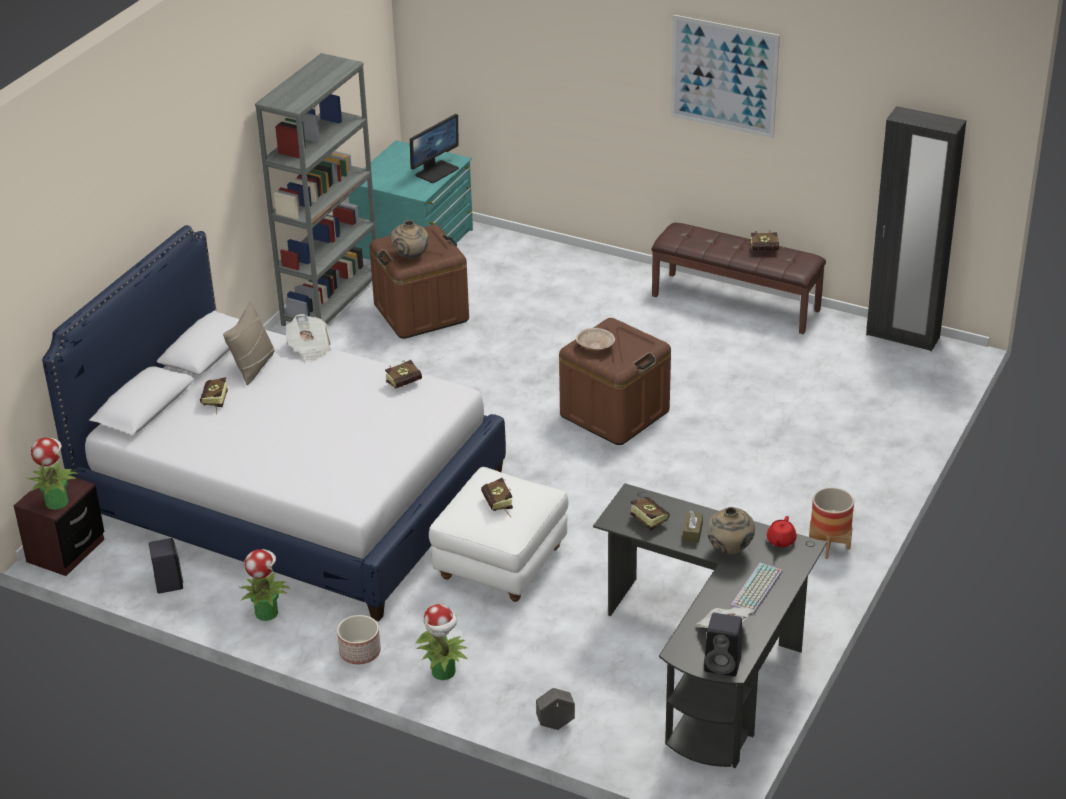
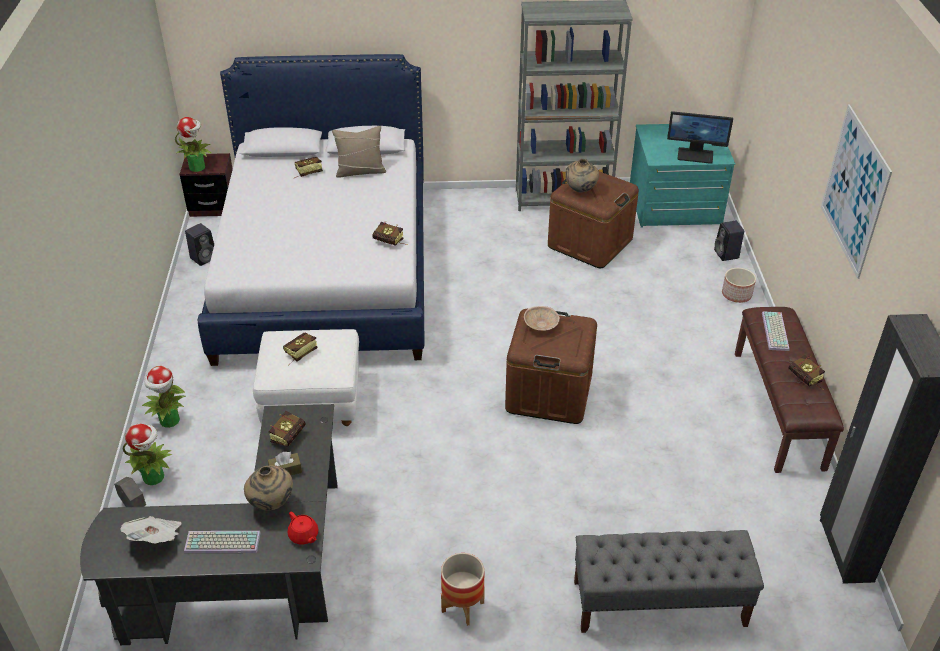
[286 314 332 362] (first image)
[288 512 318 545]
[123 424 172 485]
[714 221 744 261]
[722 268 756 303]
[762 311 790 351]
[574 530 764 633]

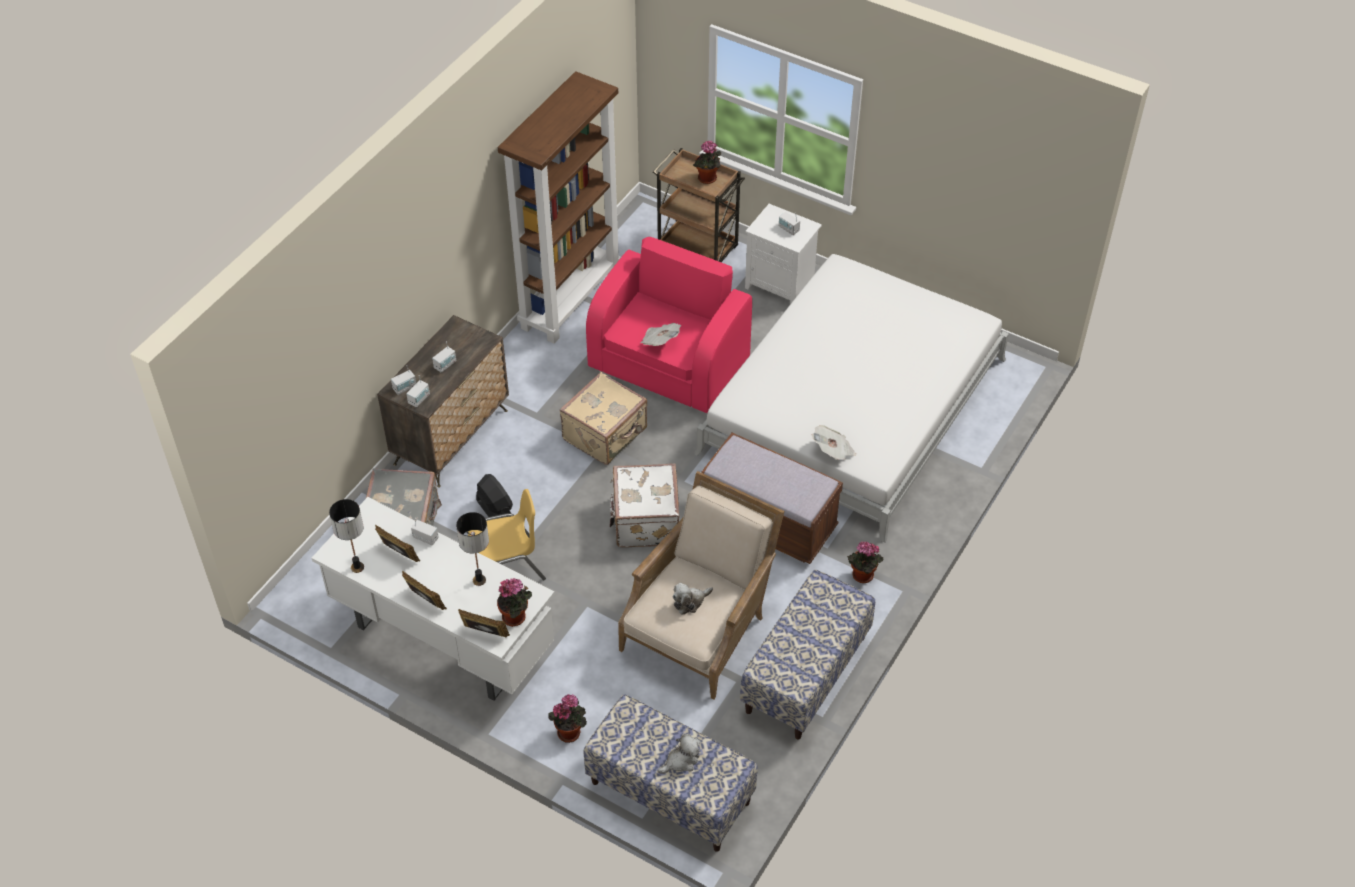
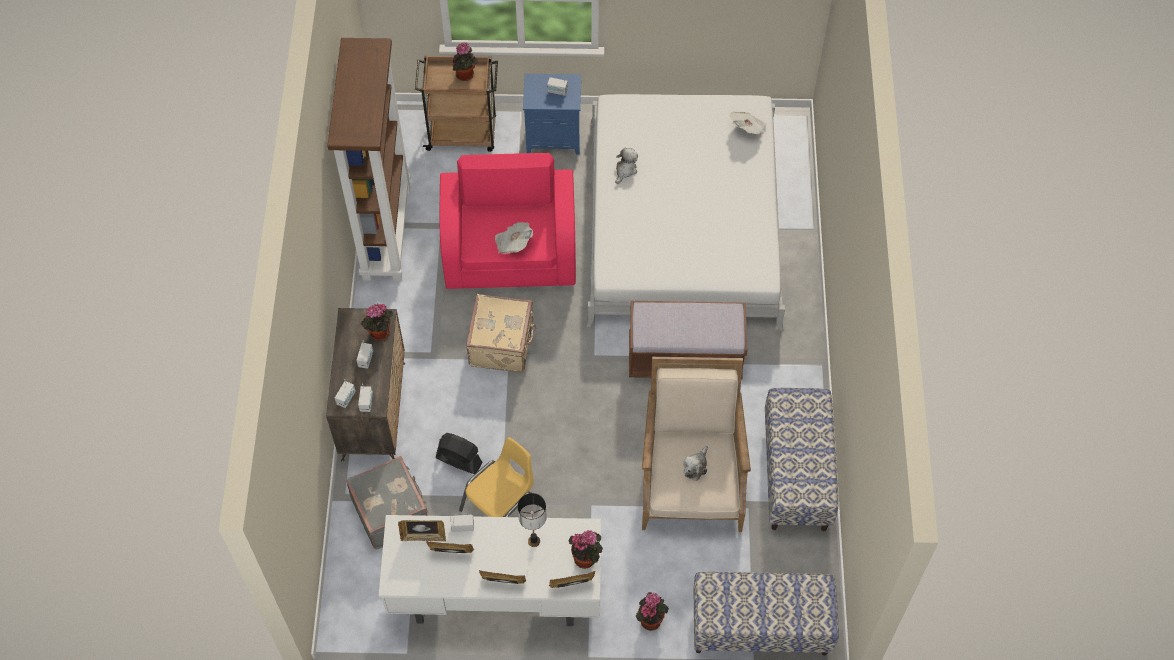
[523 74 581 154]
[730 112 767 135]
[610 463 679 548] (first image)
[329 499 364 573] (first image)
[361 304 393 340]
[615 148 638 184]
[398 520 446 542]

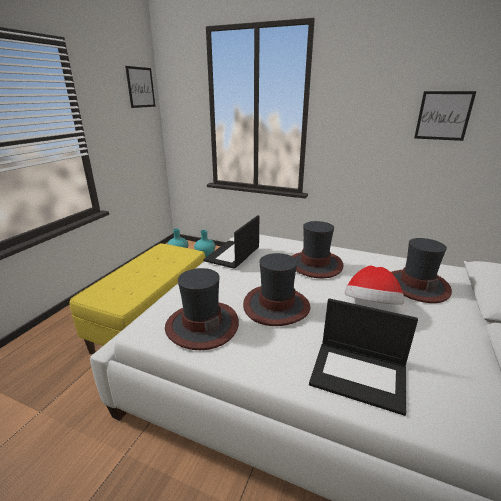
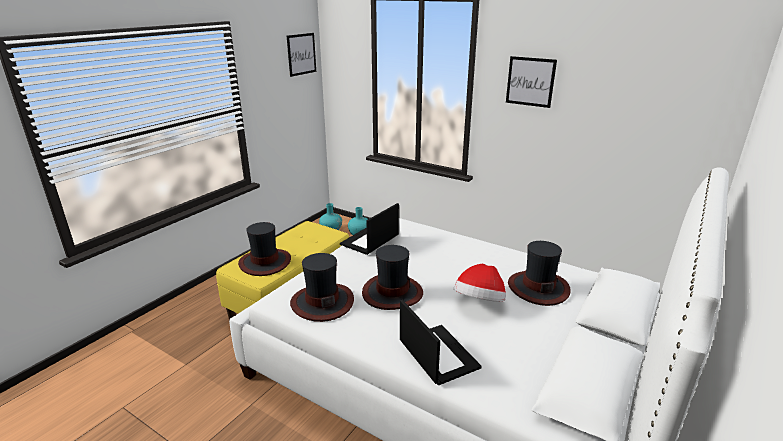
[506 56 557 108]
[238 222 291 276]
[400 300 482 385]

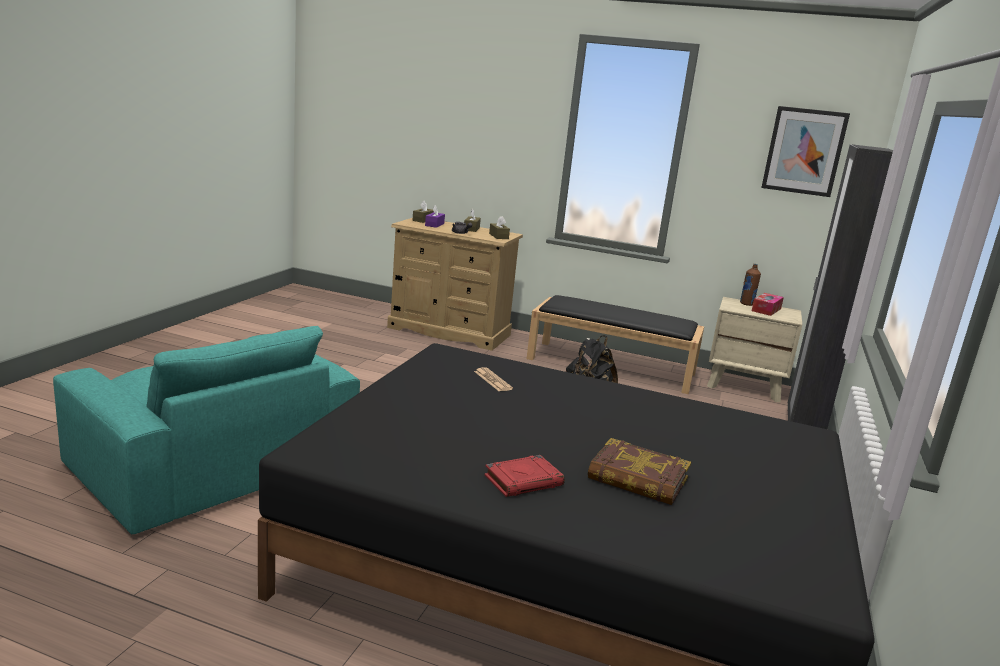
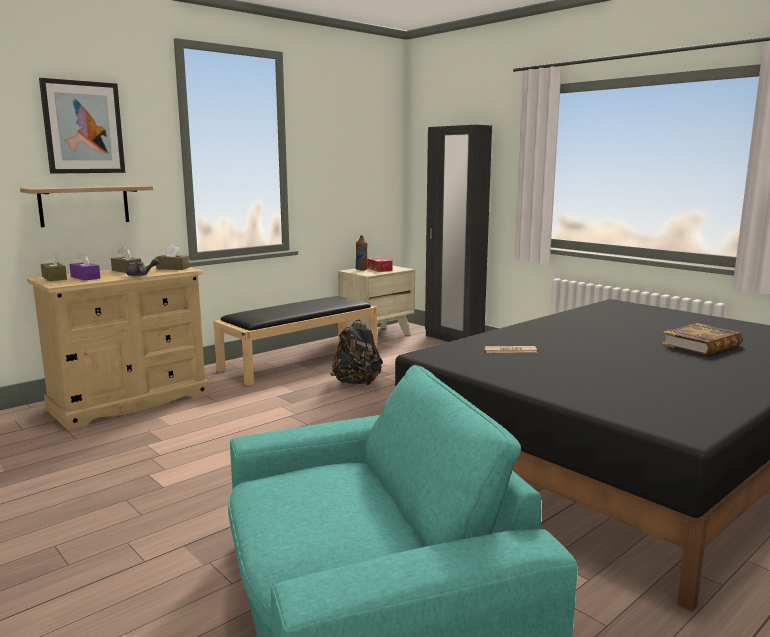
[39 78 125 174]
[484 455 565 497] (first image)
[20 185 153 227]

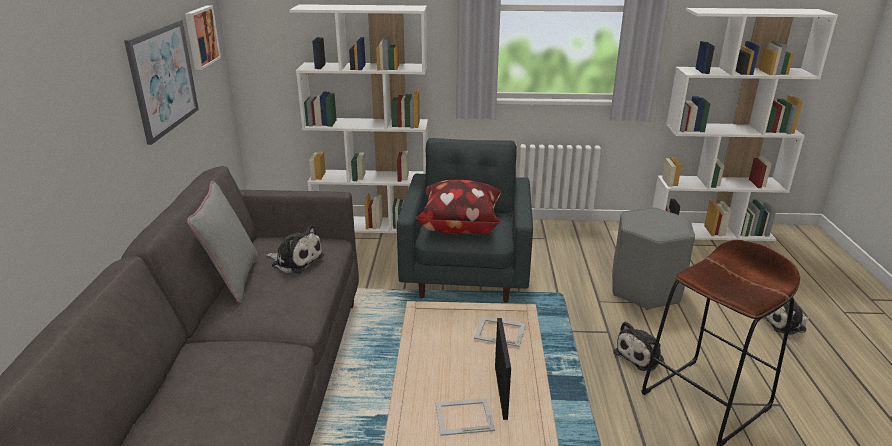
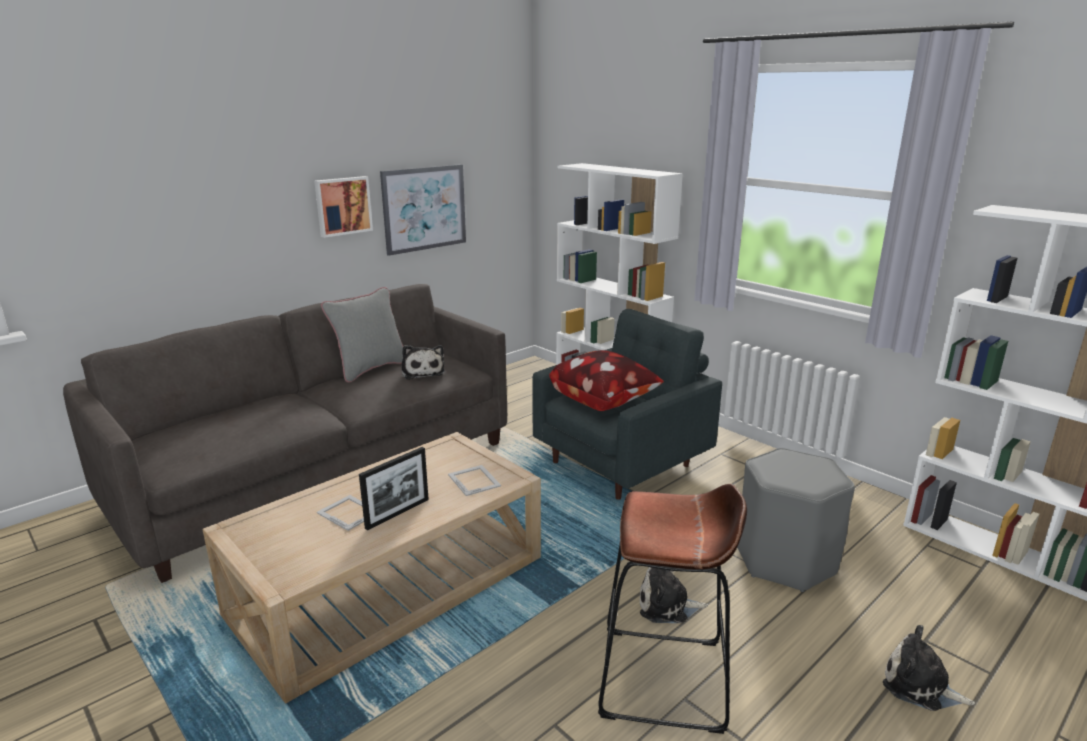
[314 176 373 238]

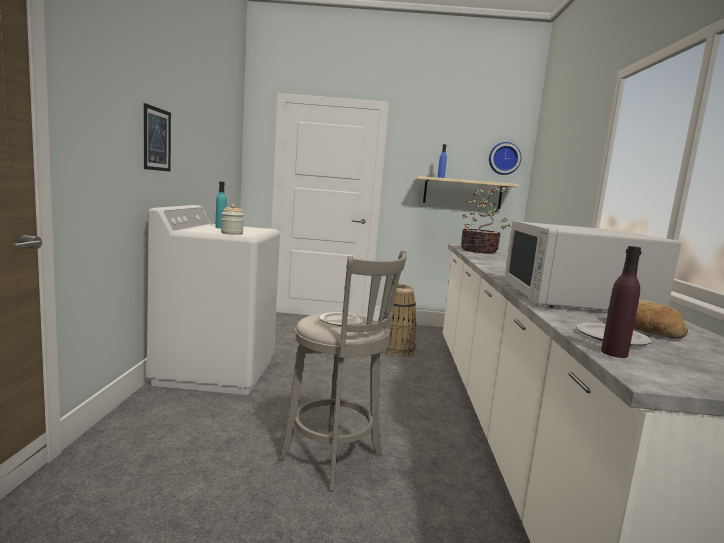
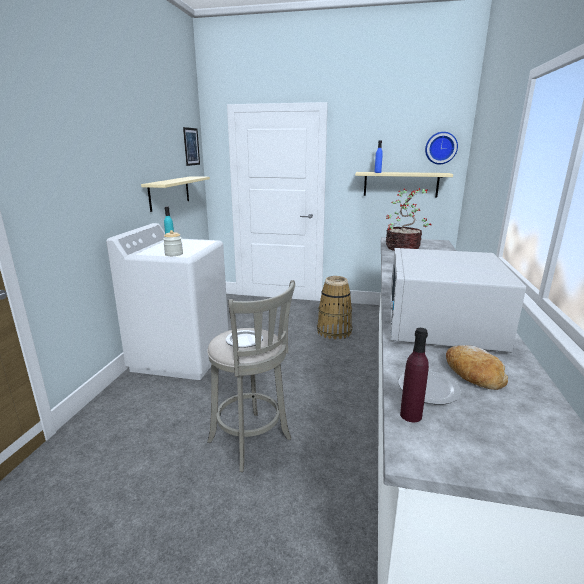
[183 127 200 166]
[141 176 210 212]

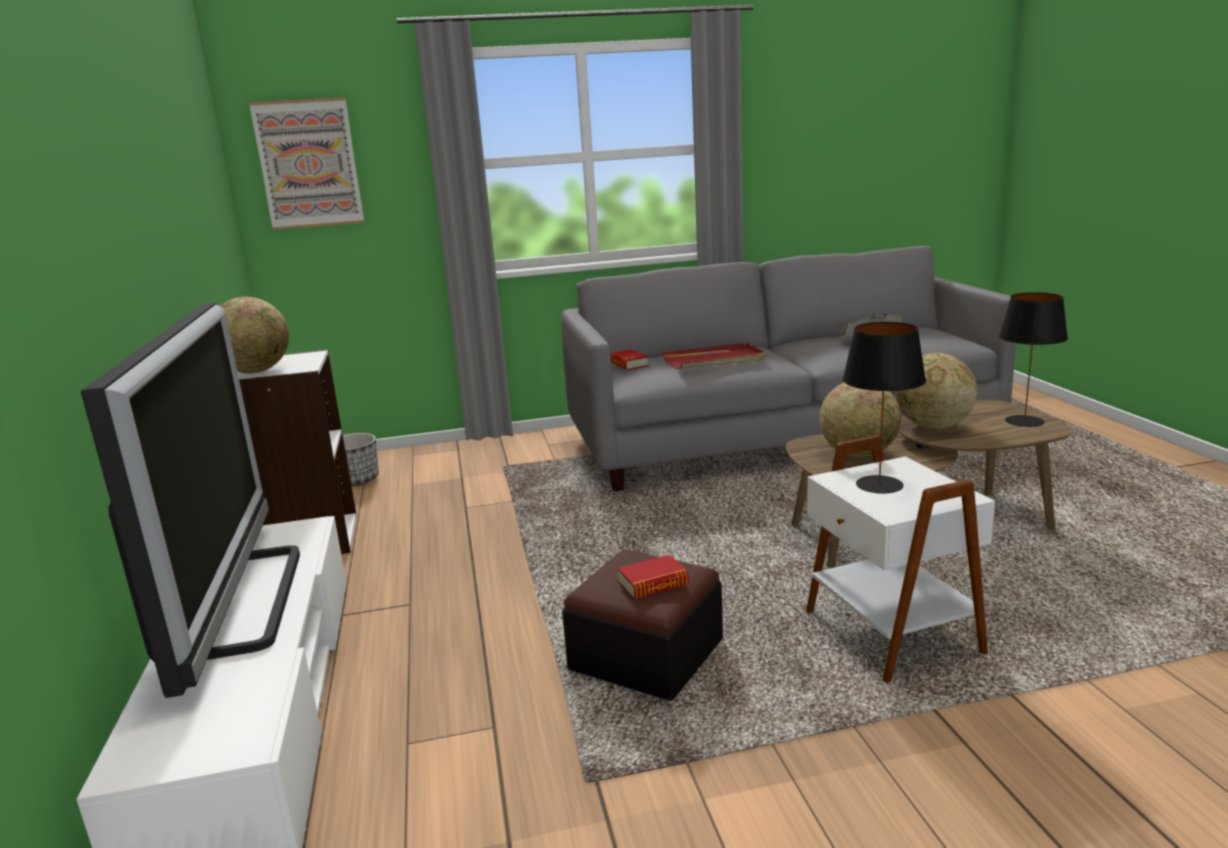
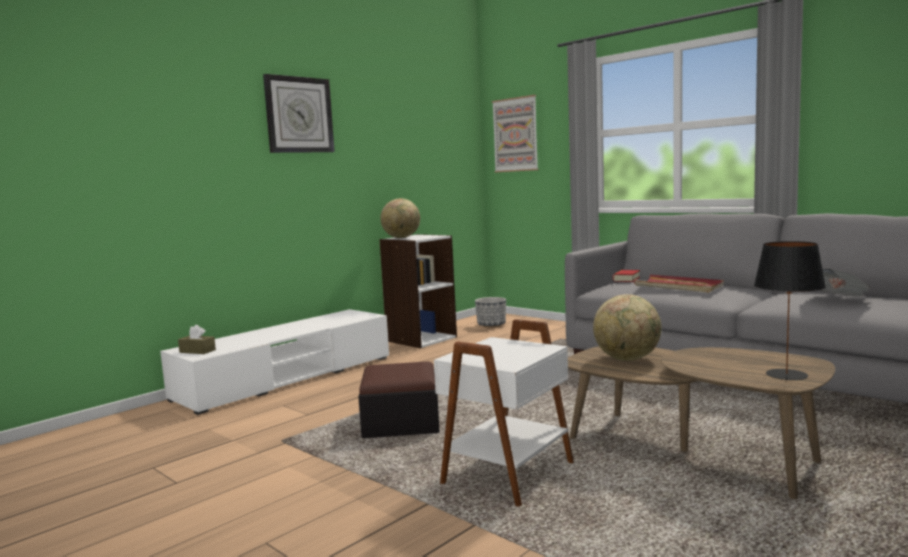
[81 303 300 698] (first image)
[842 322 926 494] (first image)
[895 353 977 429] (first image)
[617 555 689 599] (first image)
[263 74 335 153]
[178 325 216 354]

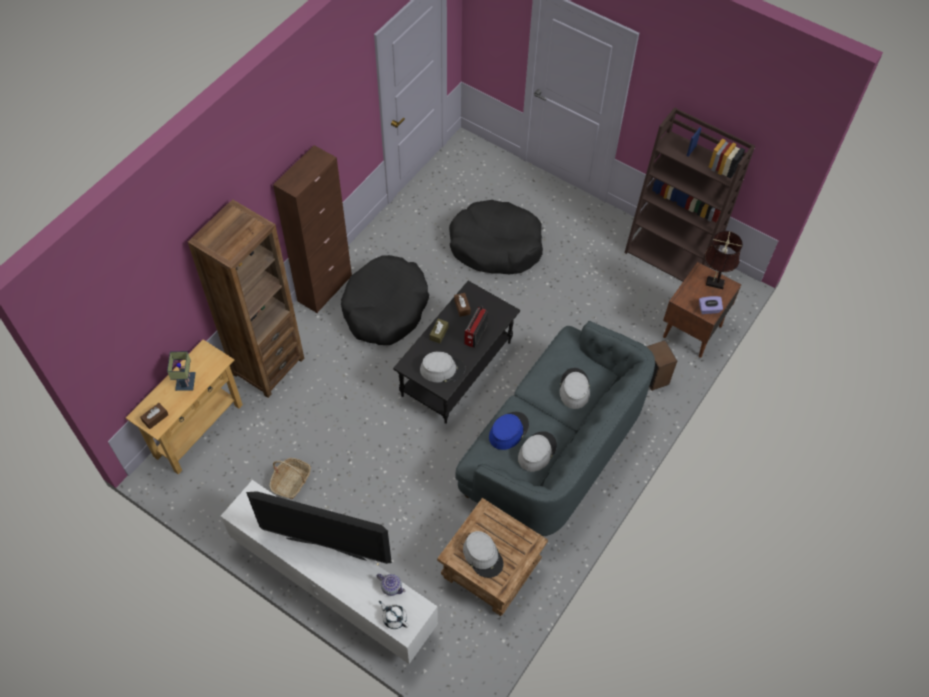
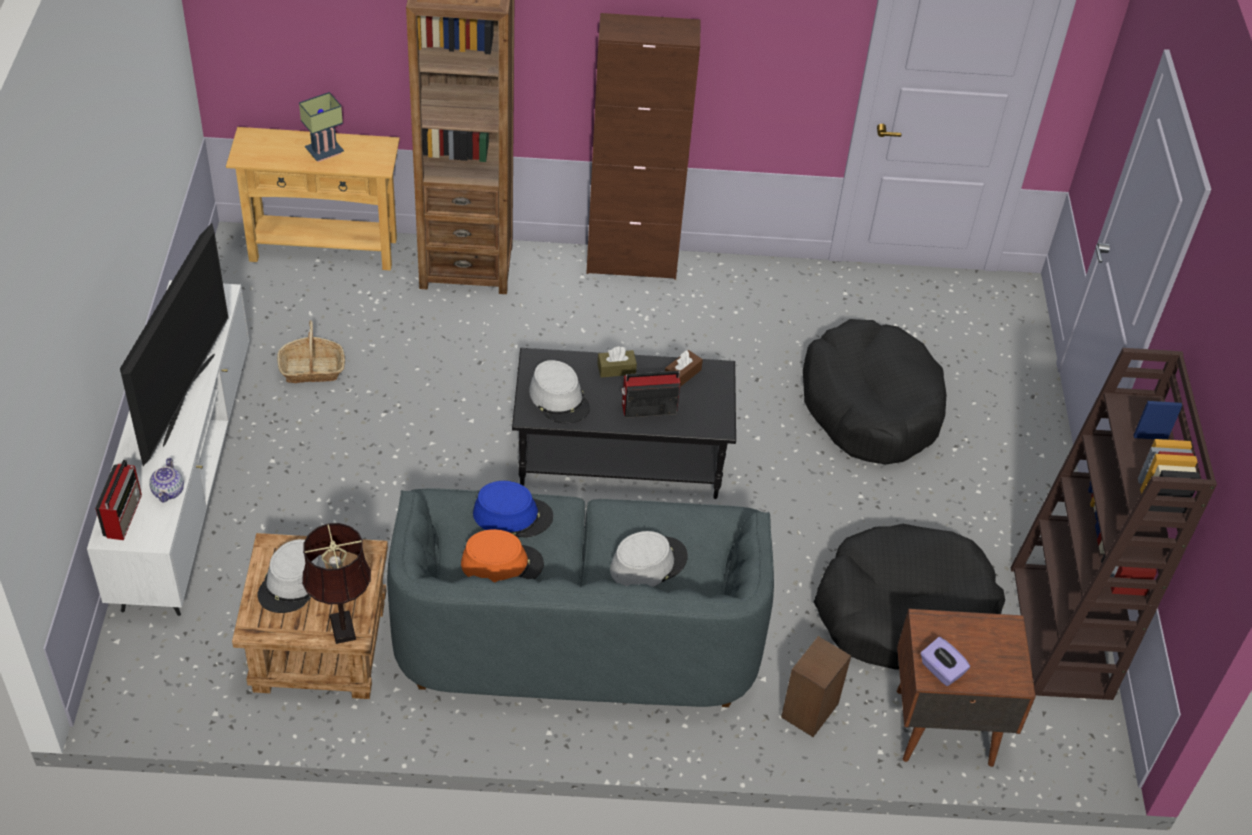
[302 523 371 644]
[813 524 1005 669]
[140 403 169 429] (first image)
[461 529 544 583]
[120 223 228 466]
[95 459 142 540]

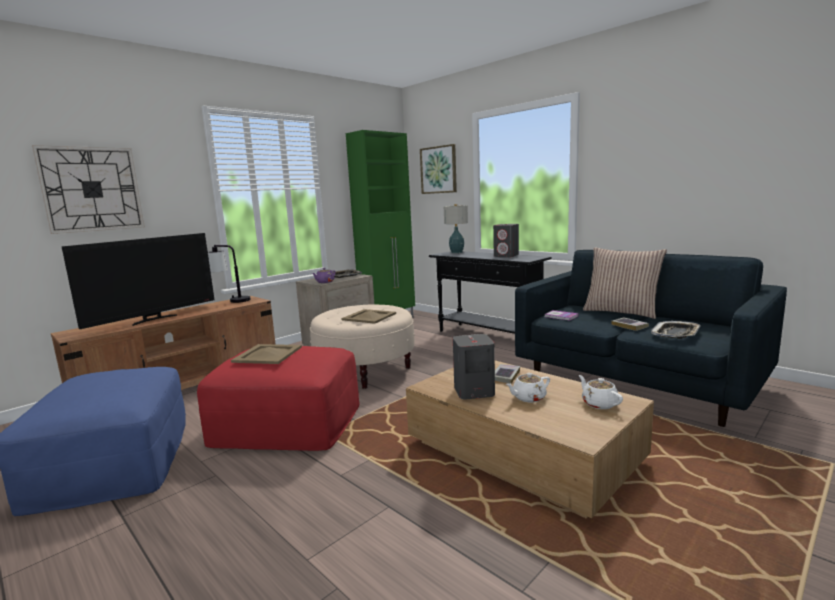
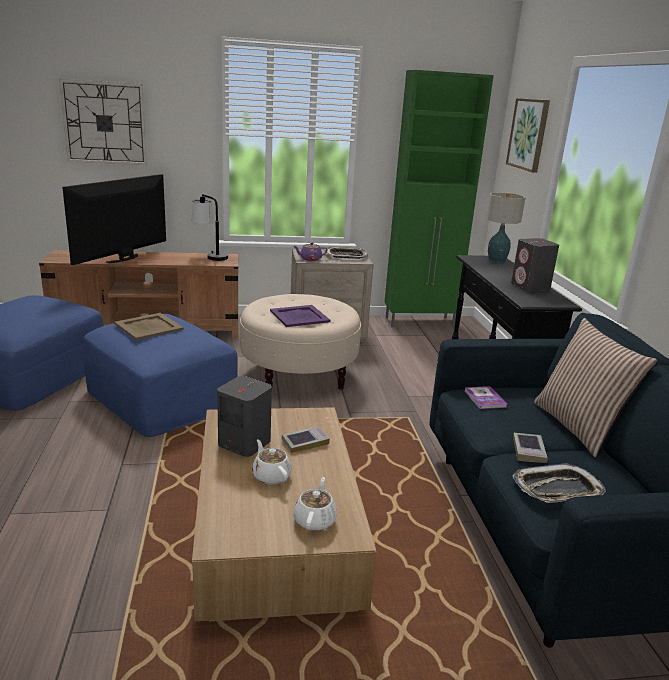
[62 174 166 265]
[270 305 331 327]
[83 314 238 437]
[252 439 292 485]

